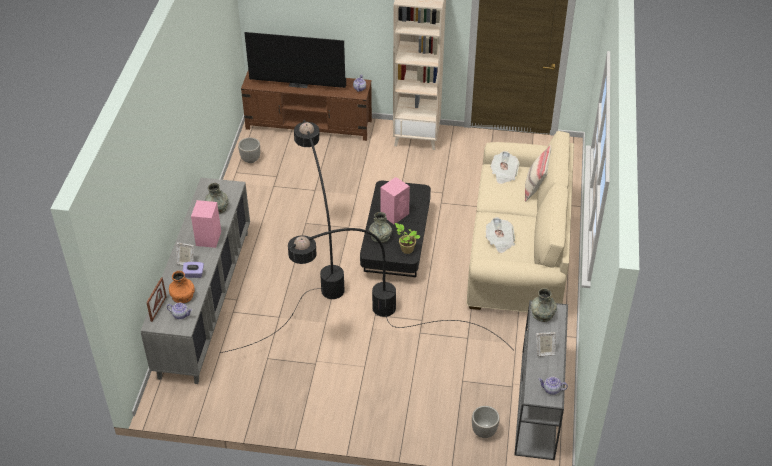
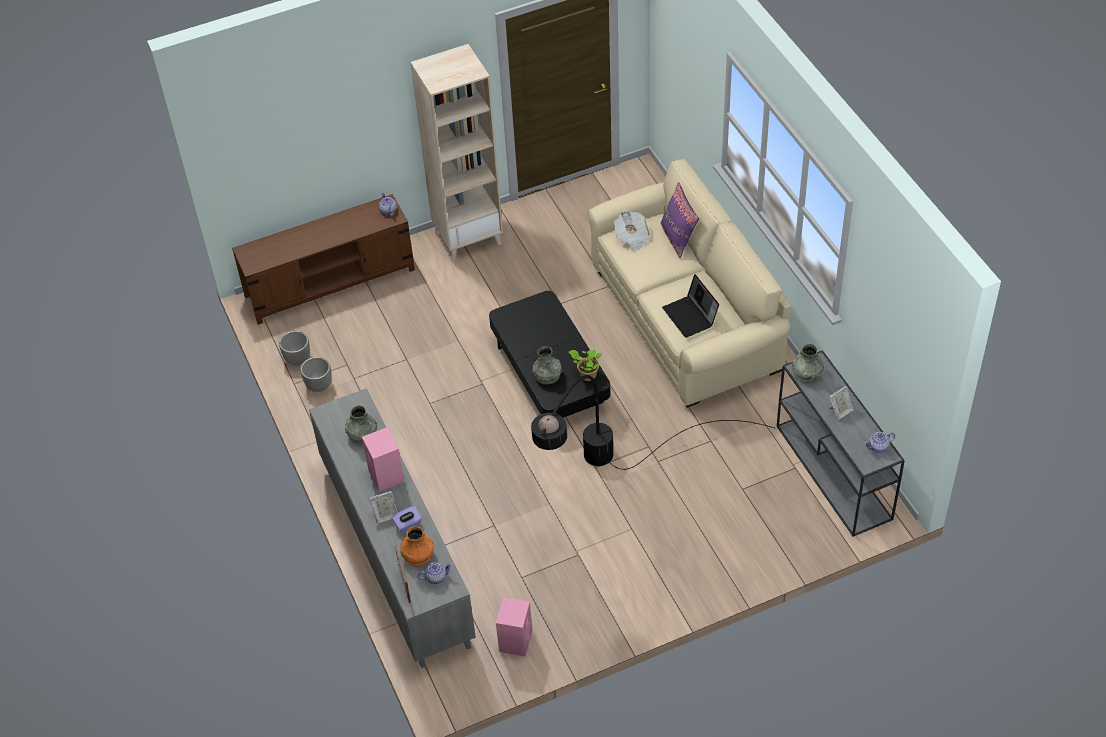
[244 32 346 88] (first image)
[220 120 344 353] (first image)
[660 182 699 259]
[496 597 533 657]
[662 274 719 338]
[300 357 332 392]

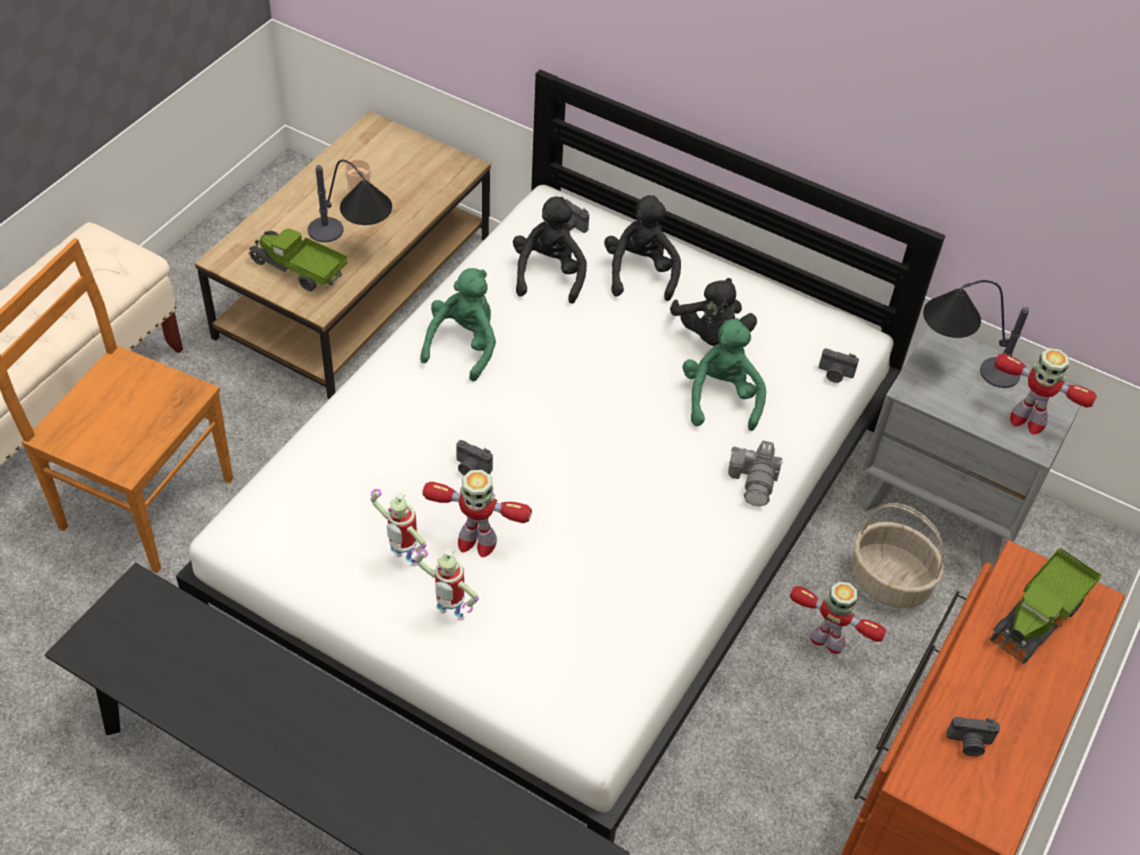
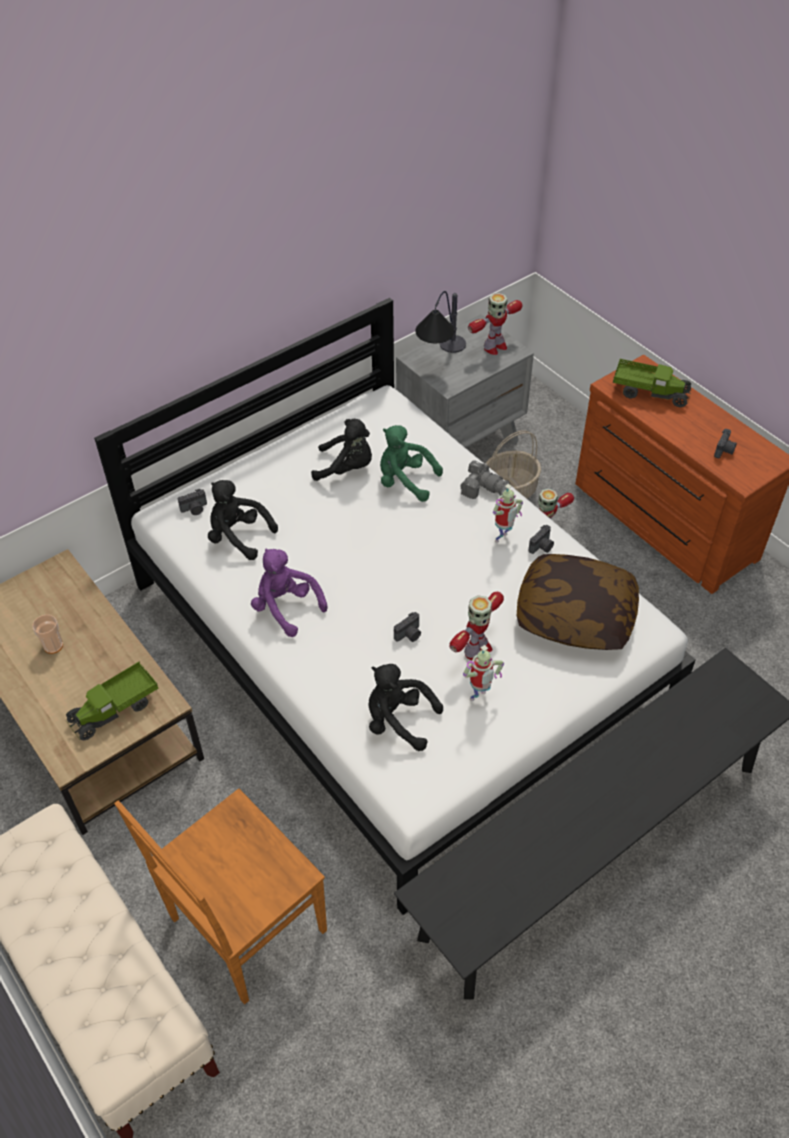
[308 160 392 242] (first image)
[368 664 443 751]
[251 549 328 637]
[528 525 554 554]
[613 359 691 407]
[493 484 523 543]
[517 554 639 650]

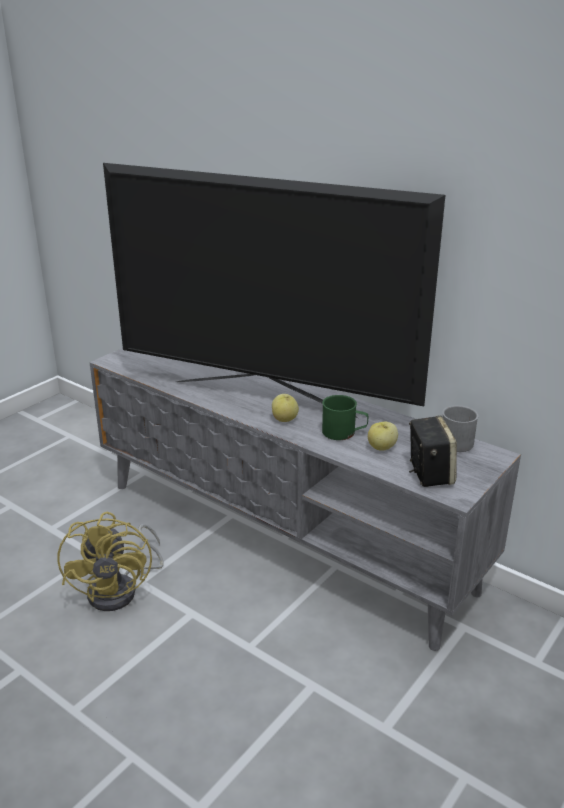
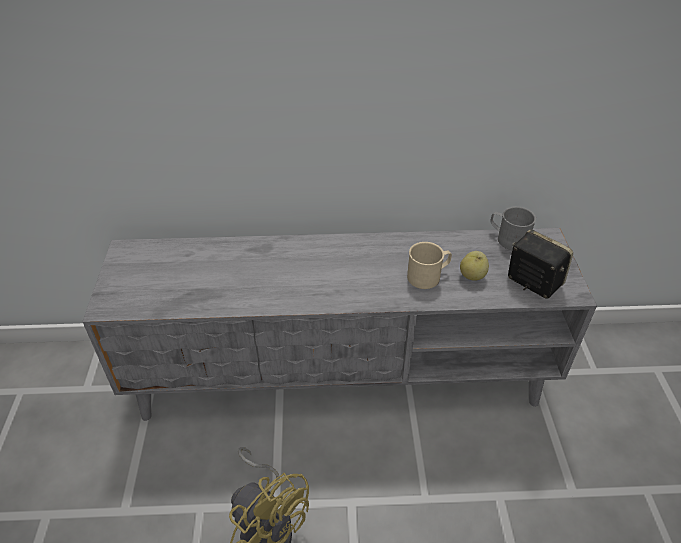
[103 163 445 418] (first image)
[272 394 299 422] (first image)
[407 242 452 289]

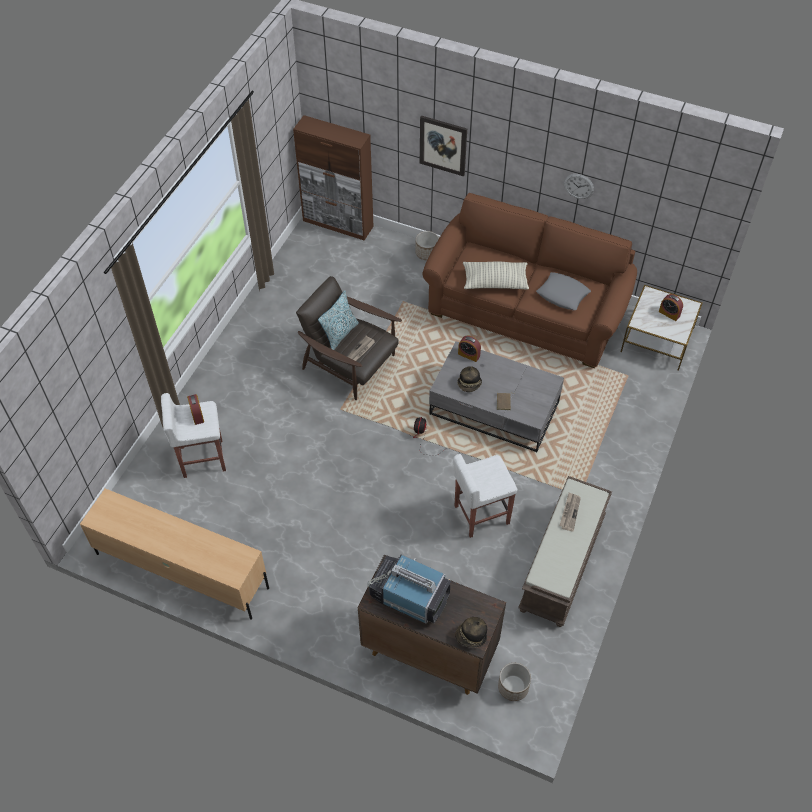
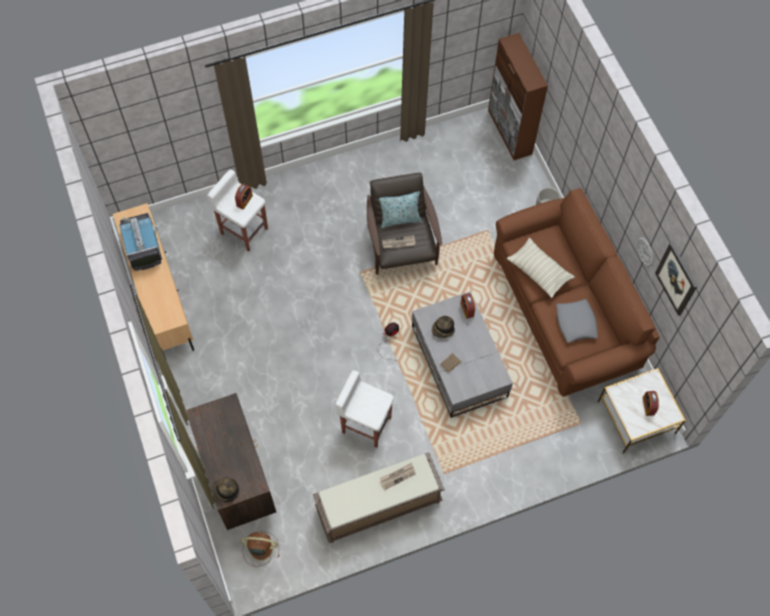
[655 243 697 316]
[119 213 162 271]
[241 531 279 567]

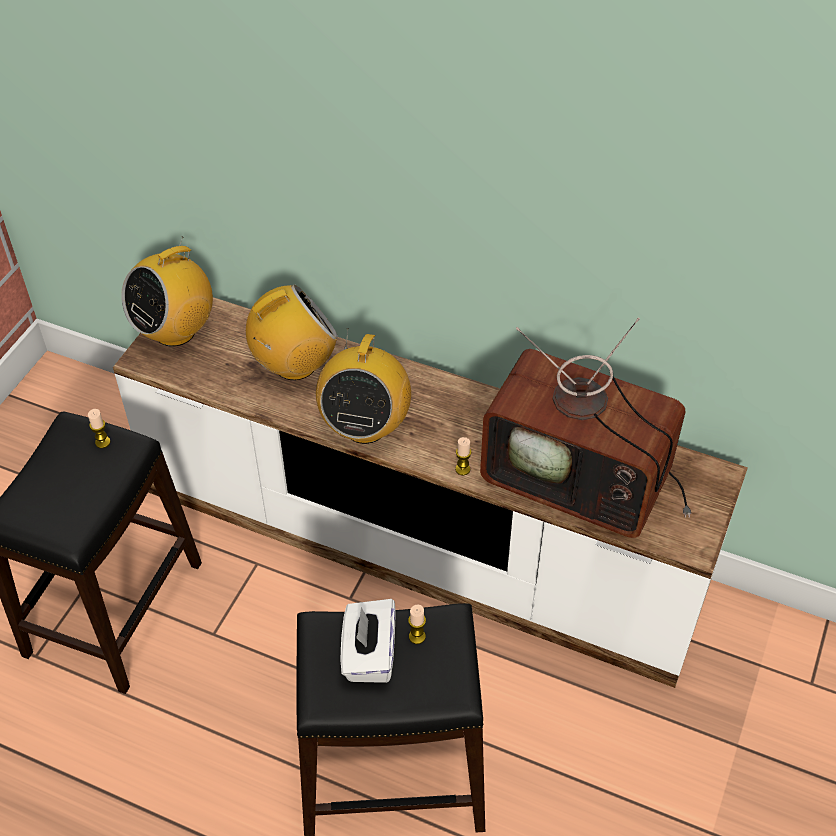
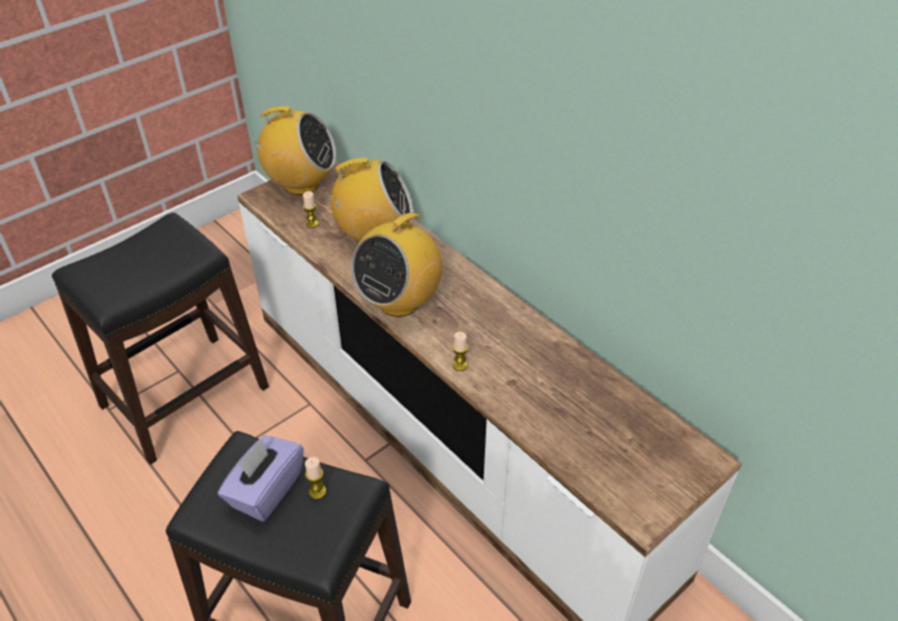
[245 106 336 195]
[480 317 691 538] (first image)
[303 191 319 228]
[218 435 304 521]

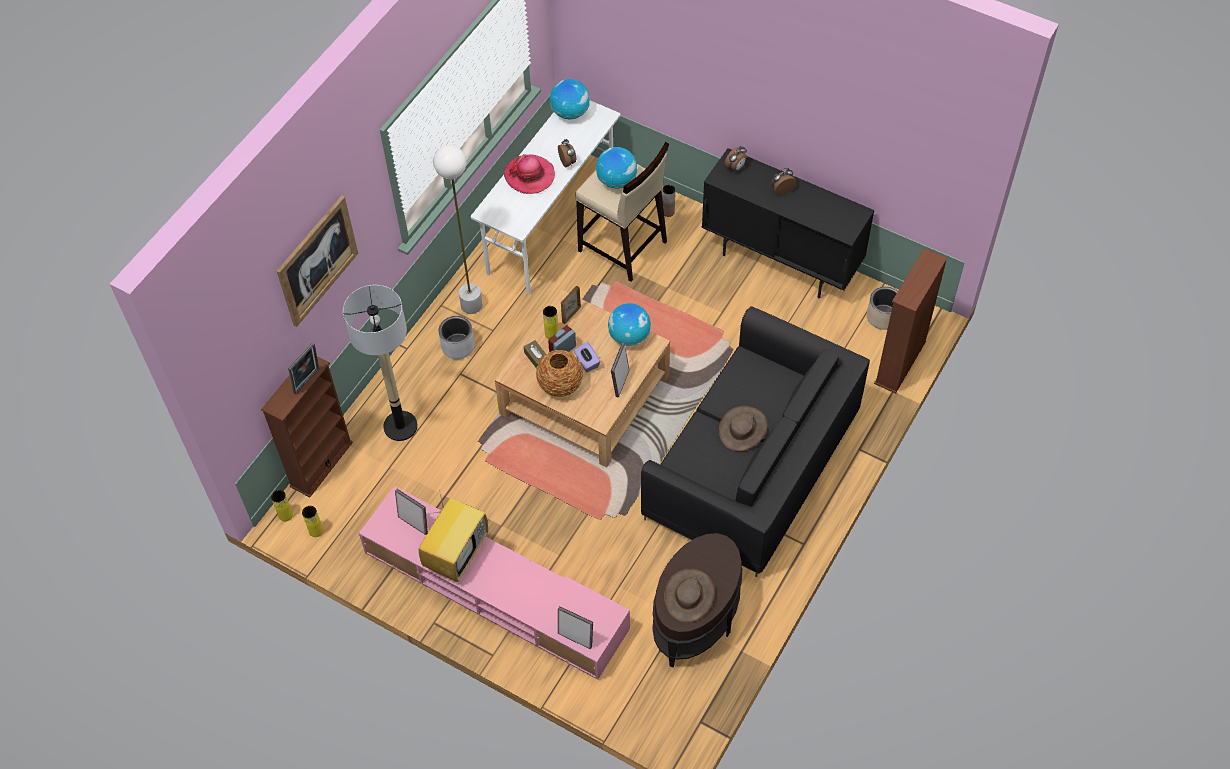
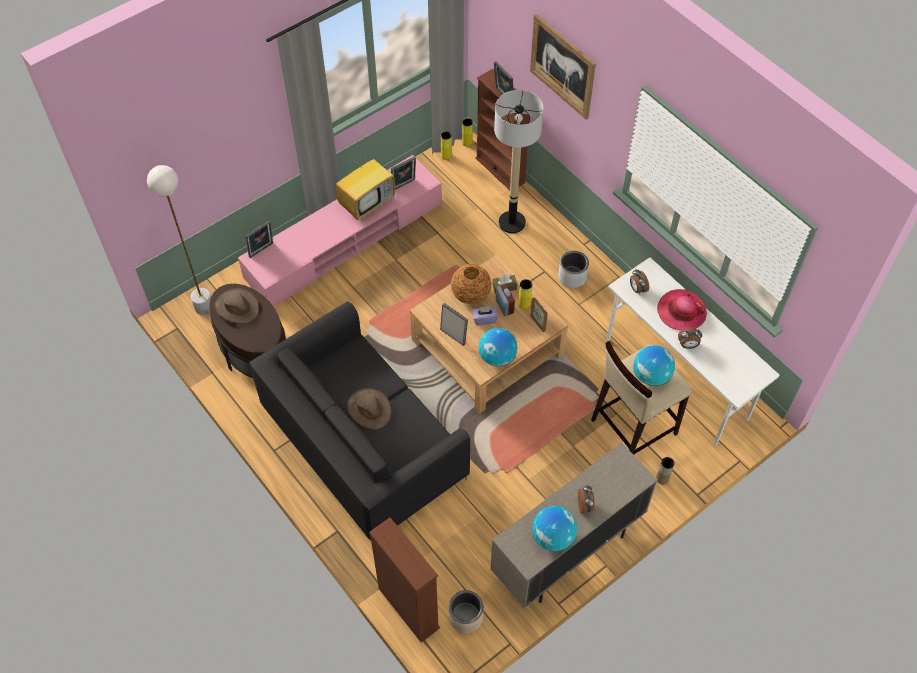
[532 506 577 552]
[147 165 211 315]
[630 269 649 294]
[490 443 658 608]
[336 146 395 220]

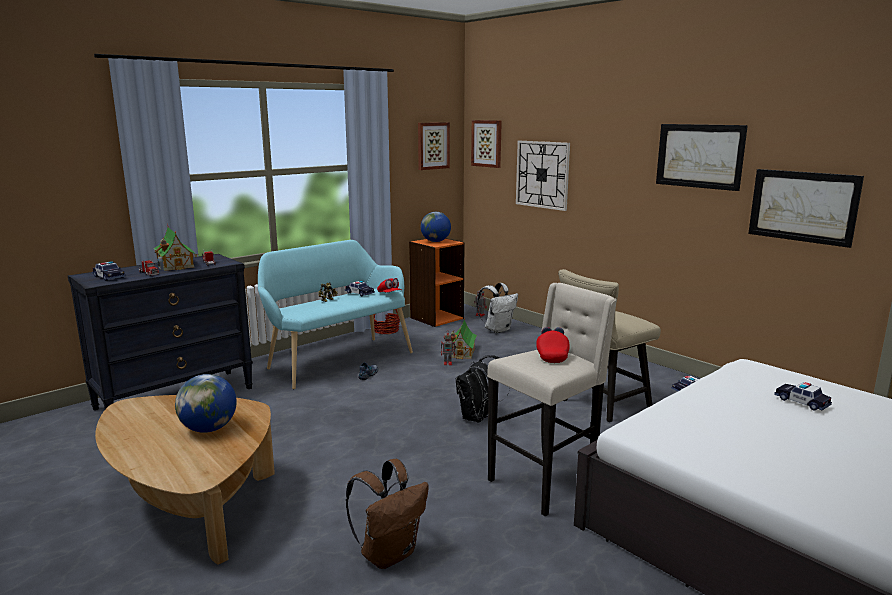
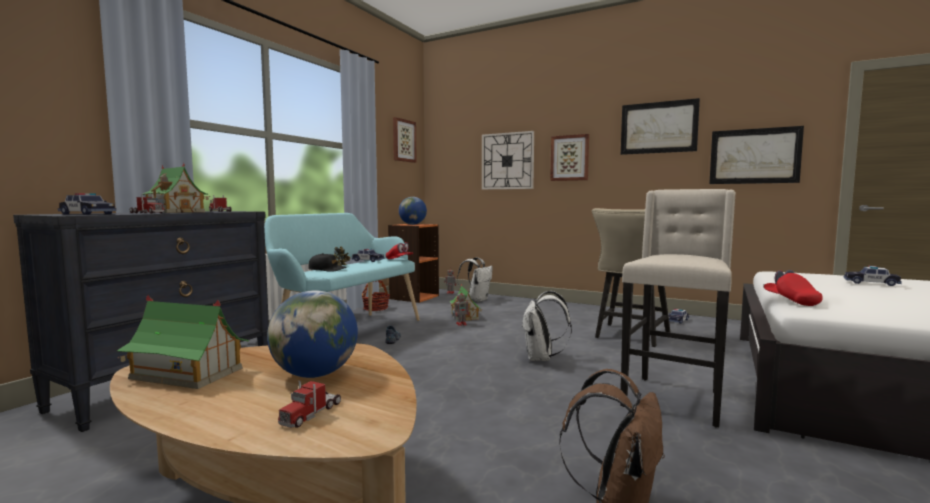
[550 134 589 181]
[764 270 823 306]
[521 291 572 361]
[308 253 347 272]
[117 295 250 389]
[278 381 341 428]

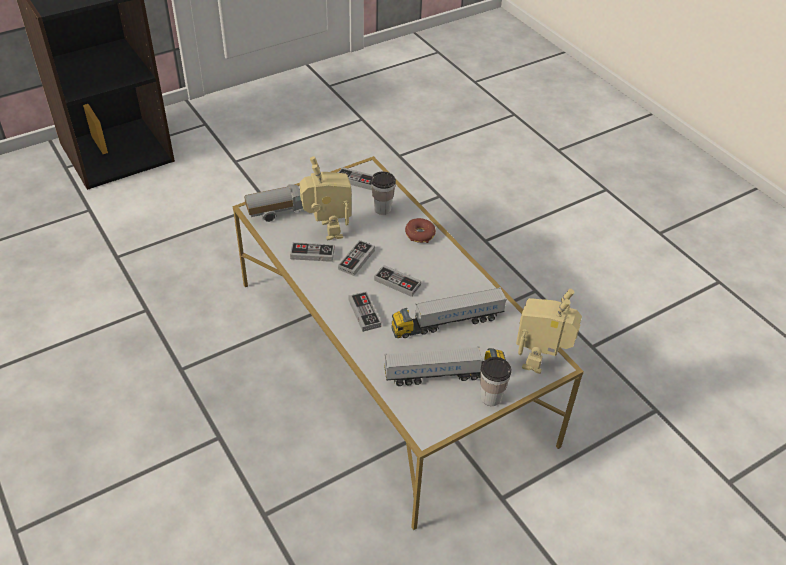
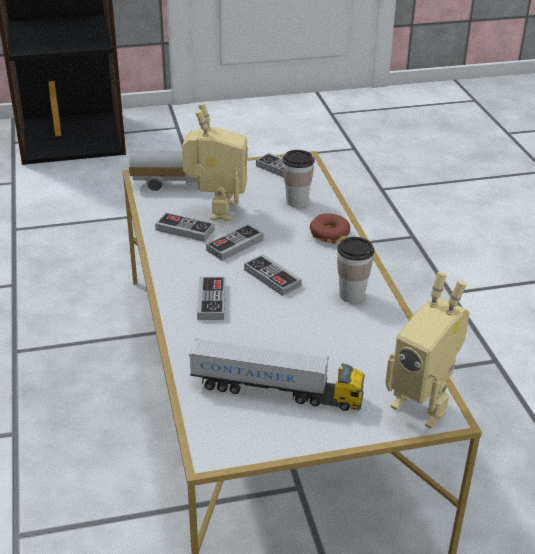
[391 287 507 338] (first image)
[385 272 470 429]
[337 237 374 303]

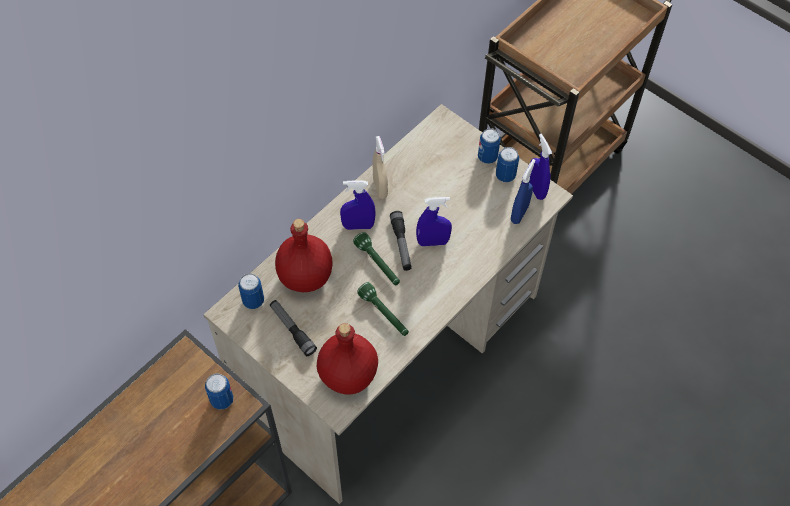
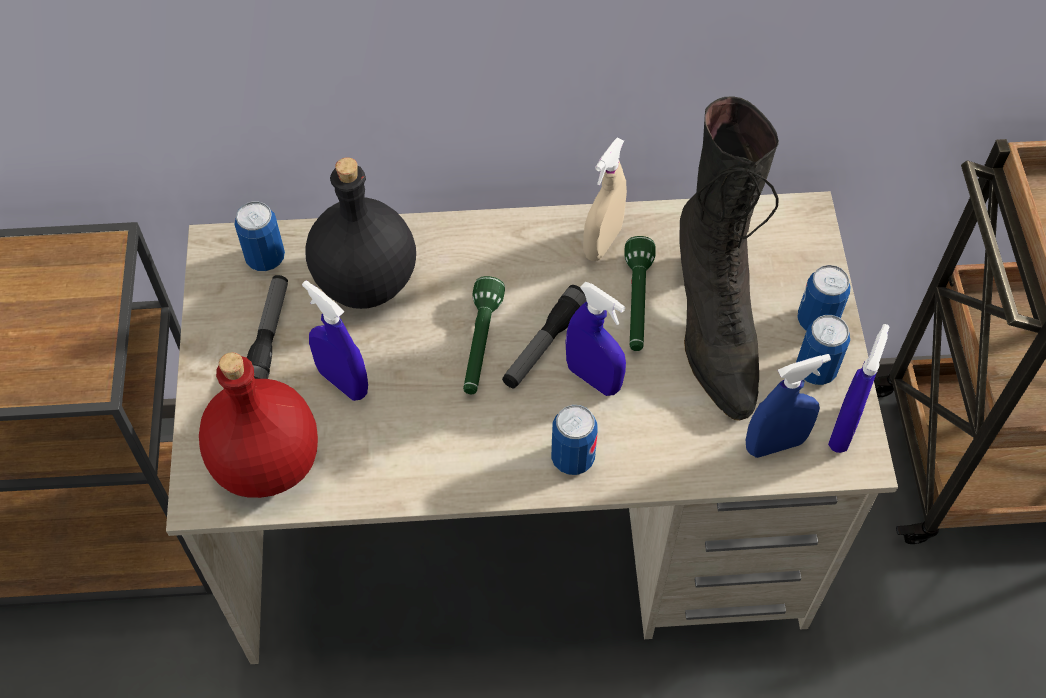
[302 280 368 401]
[305 157 416 309]
[624 236 656 351]
[551 405 598 475]
[679 96 779 421]

